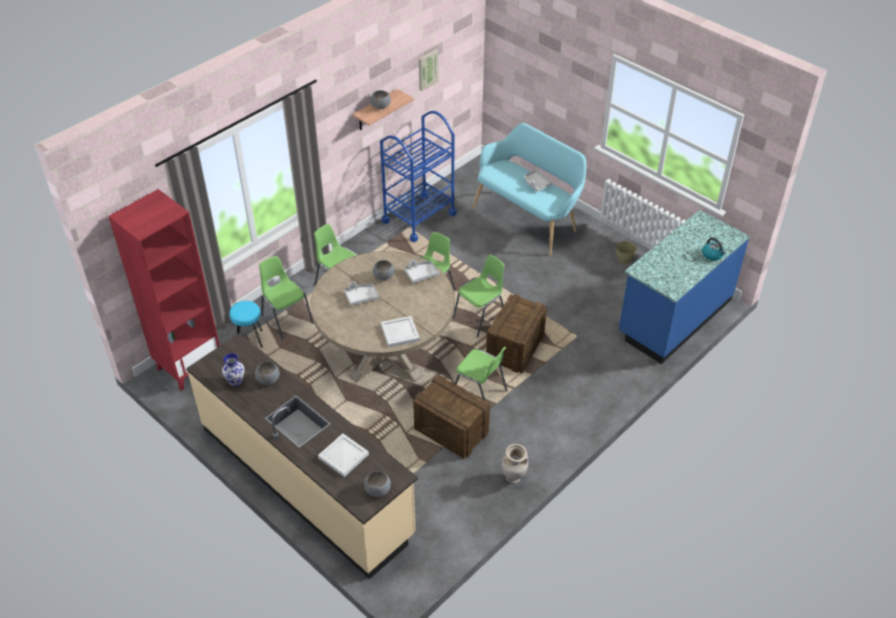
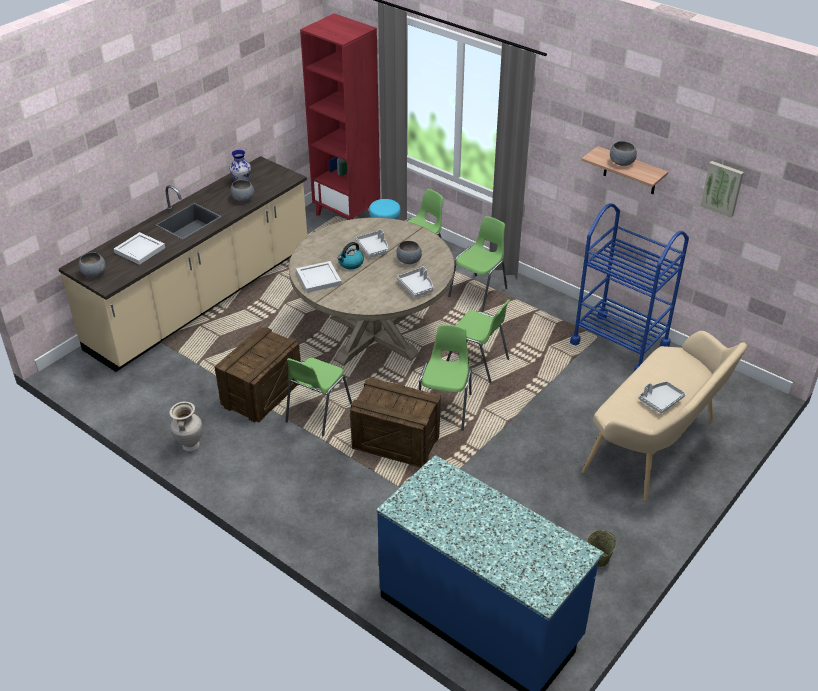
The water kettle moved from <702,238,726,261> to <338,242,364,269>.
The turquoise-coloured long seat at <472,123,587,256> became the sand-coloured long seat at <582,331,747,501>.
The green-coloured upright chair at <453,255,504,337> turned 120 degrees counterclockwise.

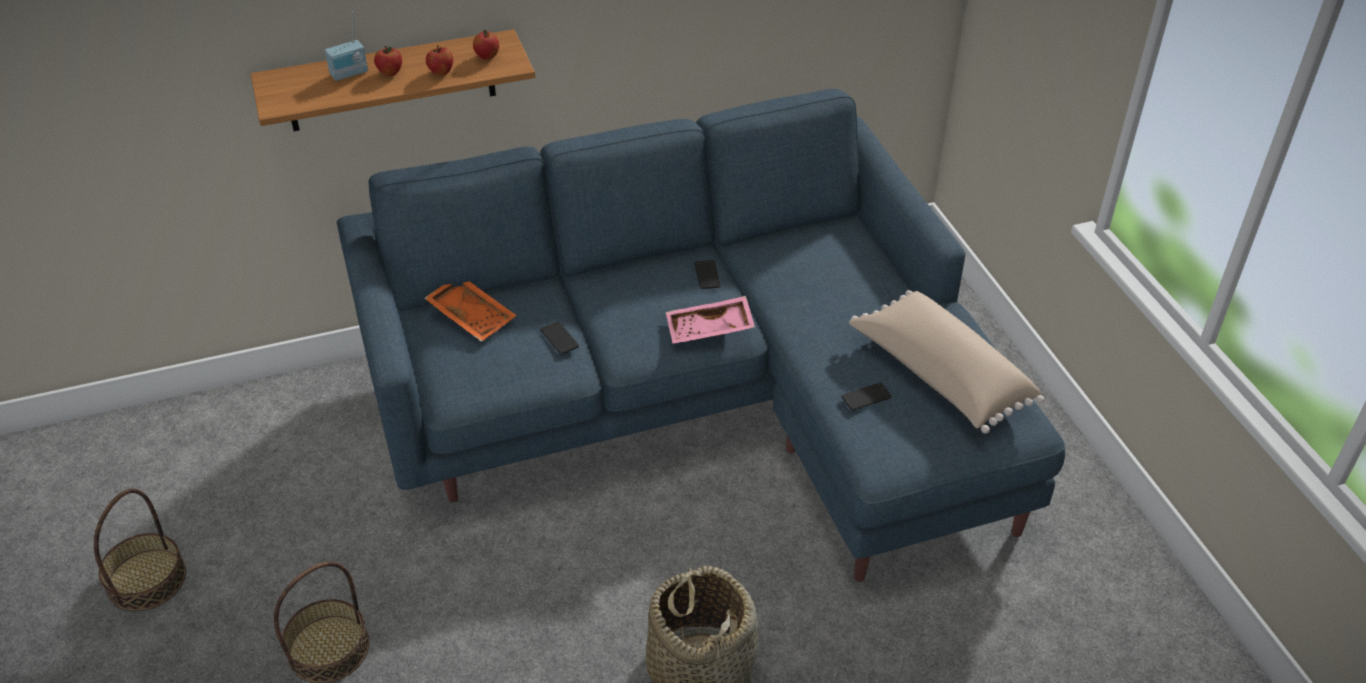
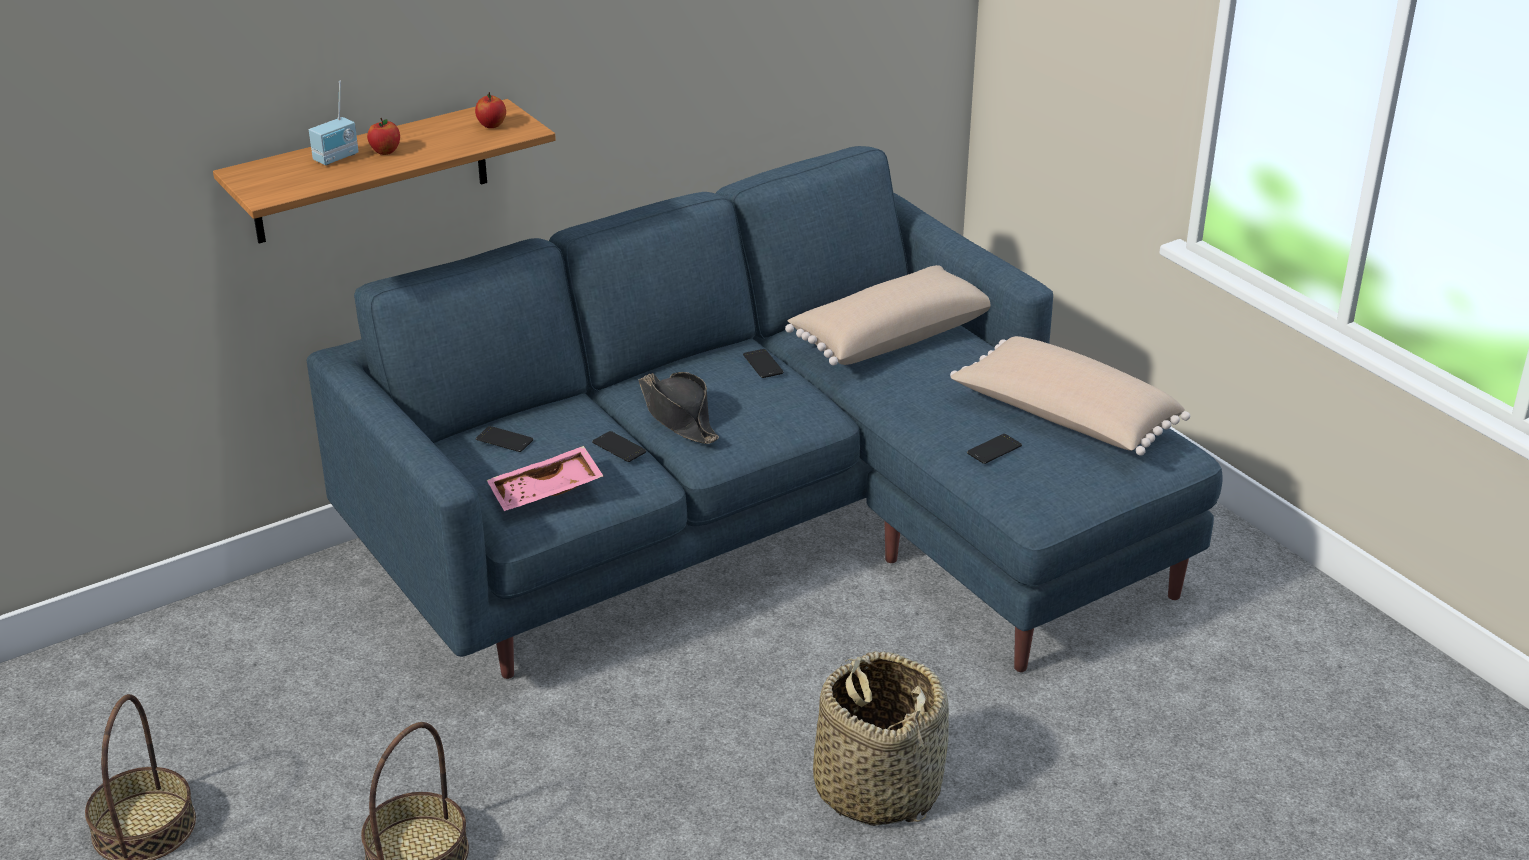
The whole apple at <426,45,453,76> disappeared.
The black-coloured wearable hat at <638,372,719,444> appeared.
The sand-coloured pillow at <785,265,991,365> appeared.
The pink-coloured carrying tray moved from <666,296,755,344> to <487,446,603,511>.
The orange carrying tray at <424,281,517,342> was replaced by the telephone at <476,426,533,452>.

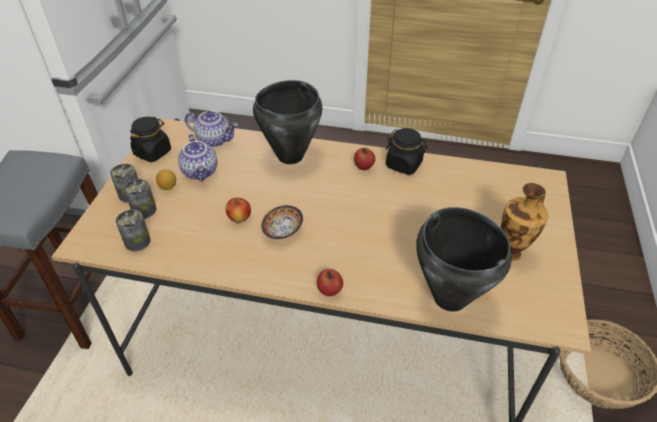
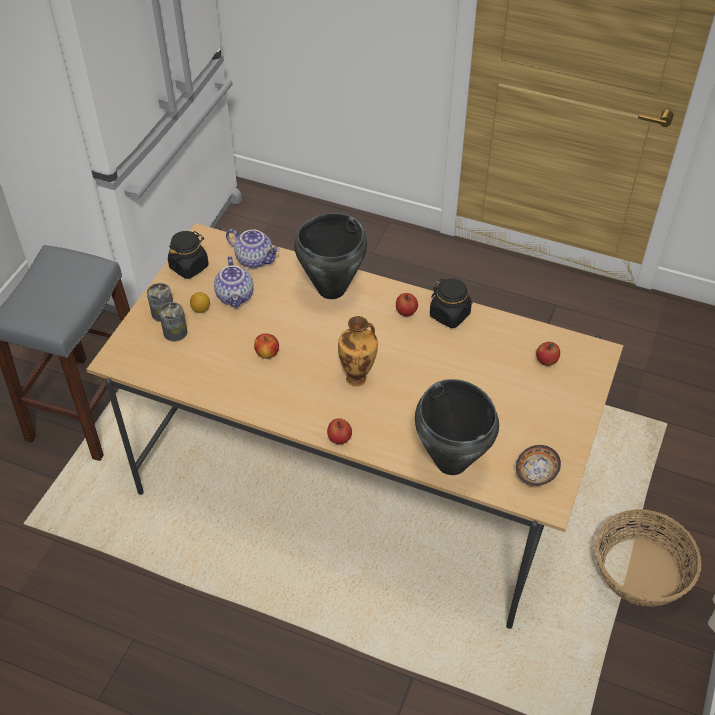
The can at <116,209,151,252> disappeared.
The whole apple at <536,342,560,366> appeared.
The serving bowl moved from <262,205,303,239> to <516,445,561,486>.
The decorative vase moved from <501,183,548,261> to <338,316,378,386>.

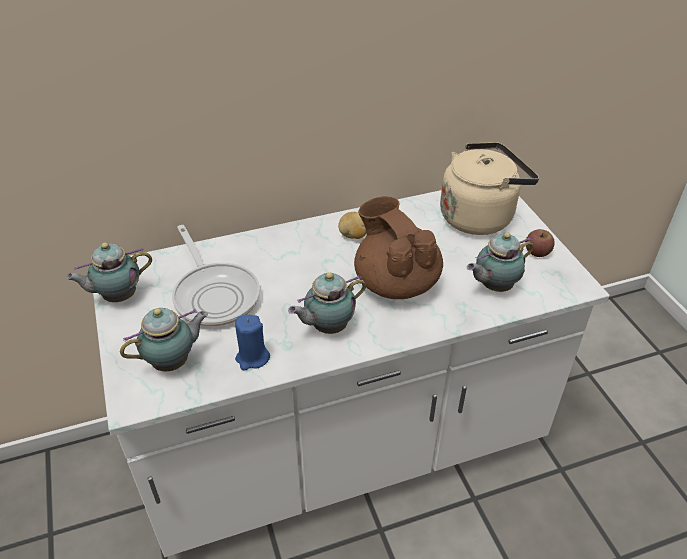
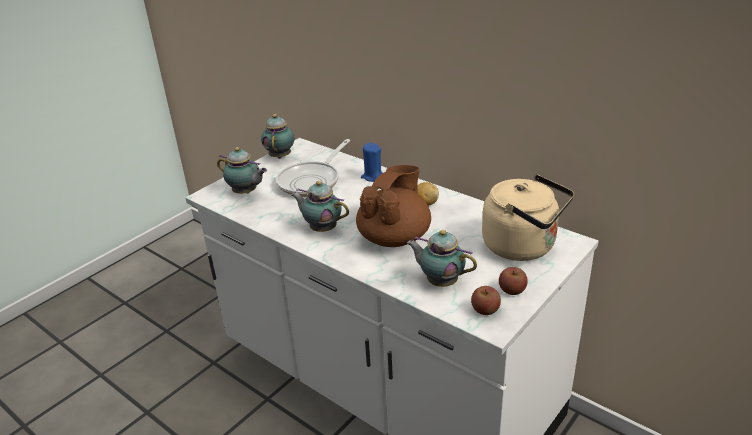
The whole apple at <471,286,501,315> appeared.
The blue wax light moved from <235,314,270,371> to <361,143,382,182>.
The tea pot at <66,243,152,302> turned 60 degrees clockwise.

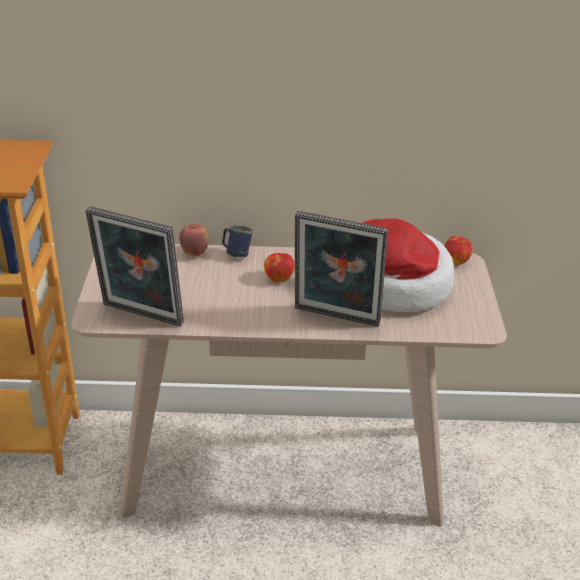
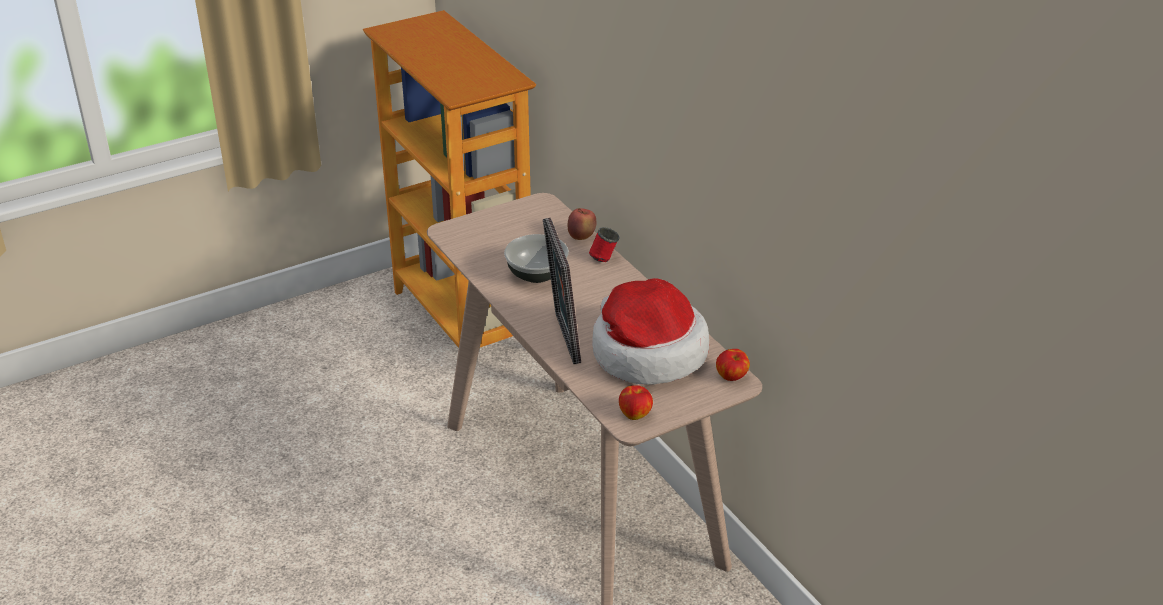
The standing frame at <85,206,184,326> disappeared.
The serving bowl at <504,234,569,283> appeared.
The whole apple moved from <264,253,295,282> to <619,385,653,420>.
The blue coffee mug at <222,225,253,258> became the red coffee mug at <589,227,619,262>.

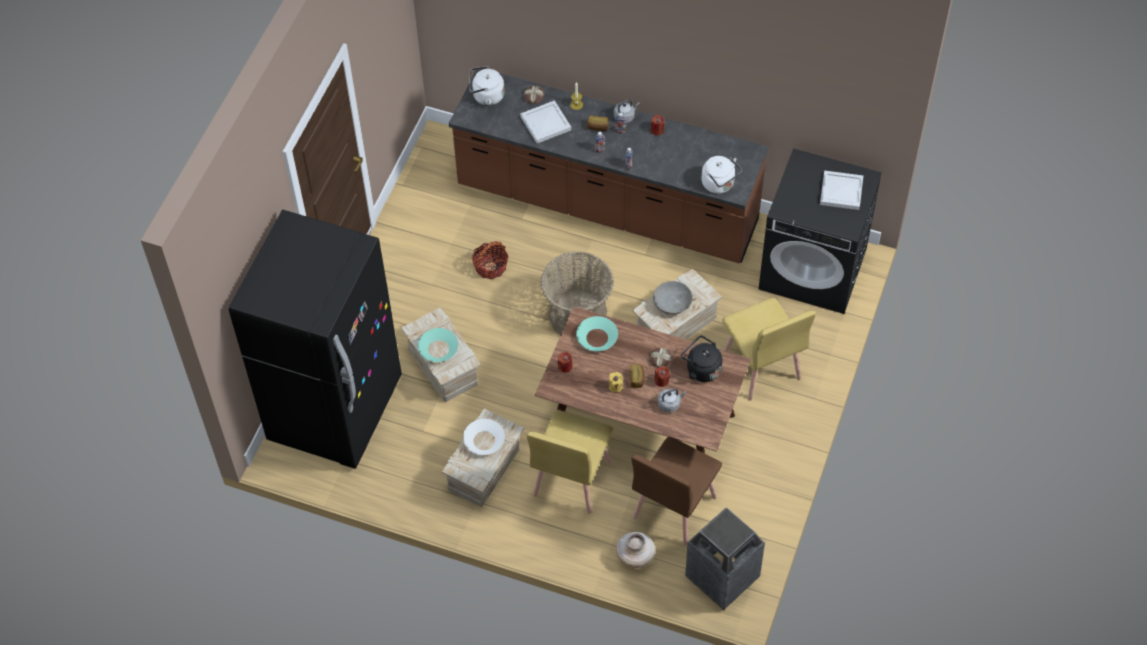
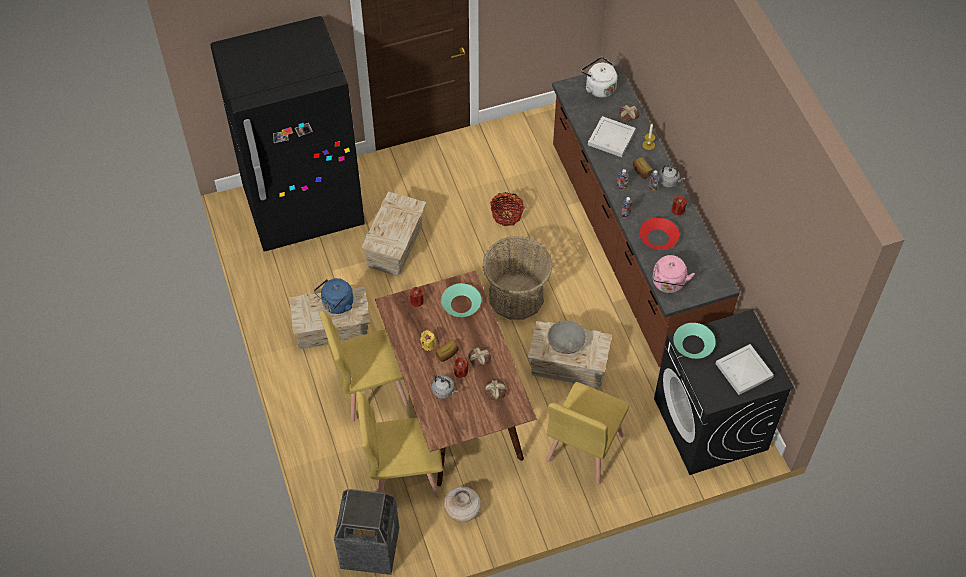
The red serving bowl at <639,217,679,250> appeared.
The turquoise-coloured serving bowl moved from <418,328,458,362> to <673,323,716,359>.
The sand-coloured decorative vase moved from <616,532,655,568> to <443,487,481,522>.
The white-coloured serving bowl at <463,419,505,455> was replaced by the blue water kettle at <314,278,353,314>.
The black-coloured water kettle at <681,335,722,382> was replaced by the baked bread at <485,380,507,400>.
The brown upright chair at <631,437,722,546> became the yellow-coloured upright chair at <356,391,443,498>.
The white-coloured water kettle at <702,156,742,194> became the pink-coloured water kettle at <652,255,695,293>.

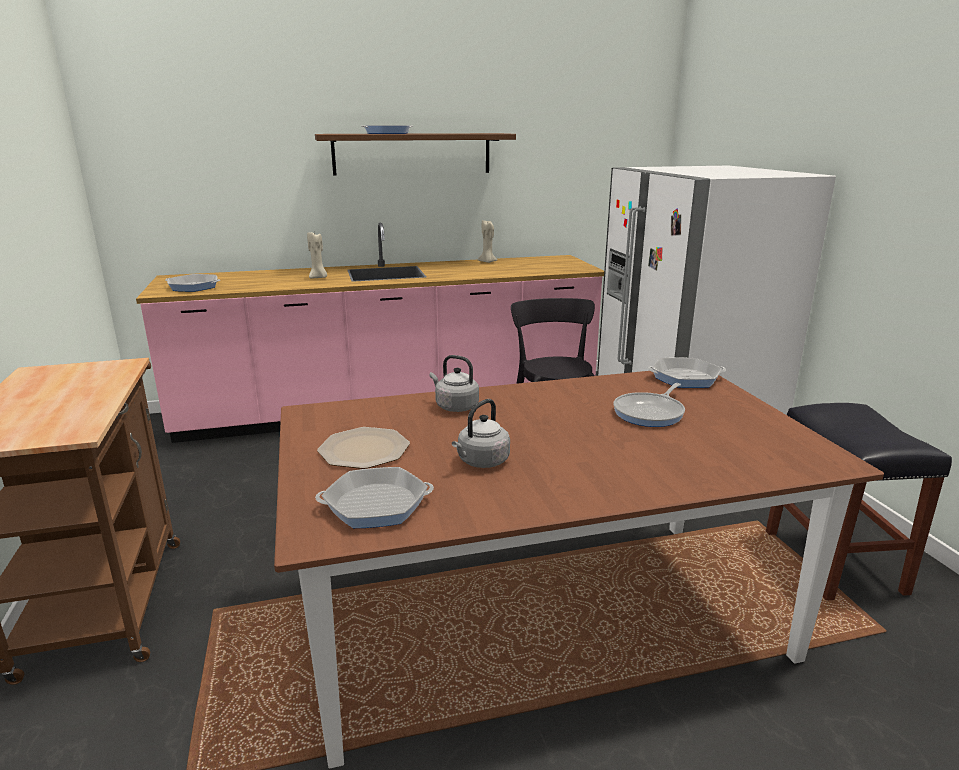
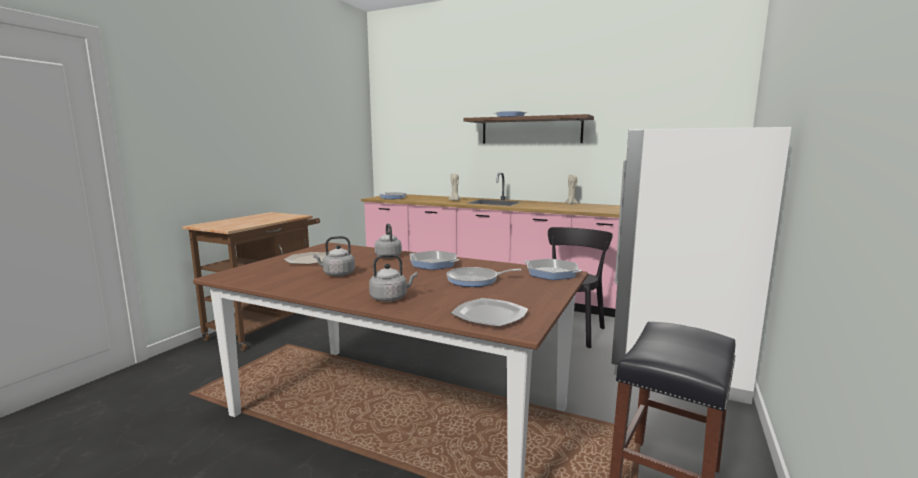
The grey water kettle at <369,254,417,301> appeared.
The dinner plate at <451,298,528,327> appeared.
The pan moved from <315,467,434,528> to <409,251,459,270>.

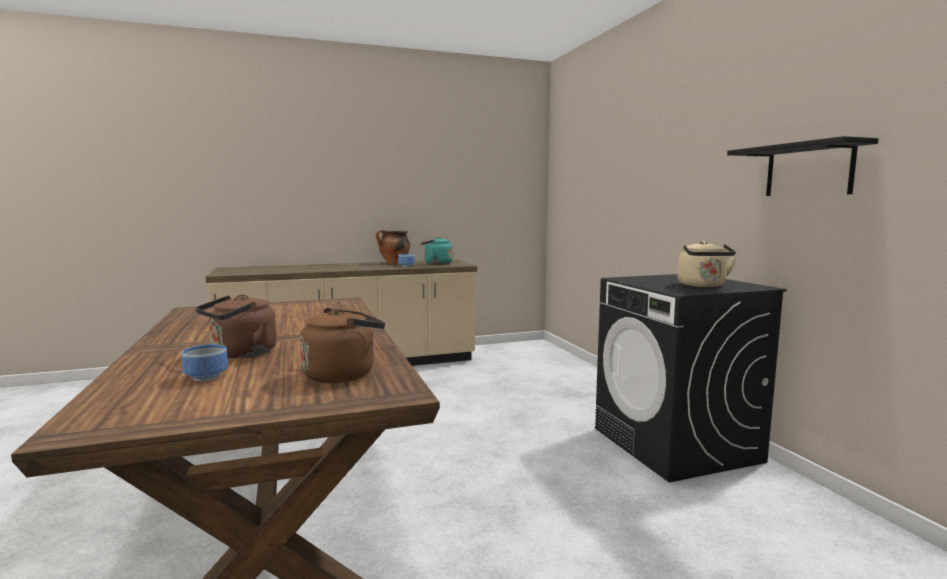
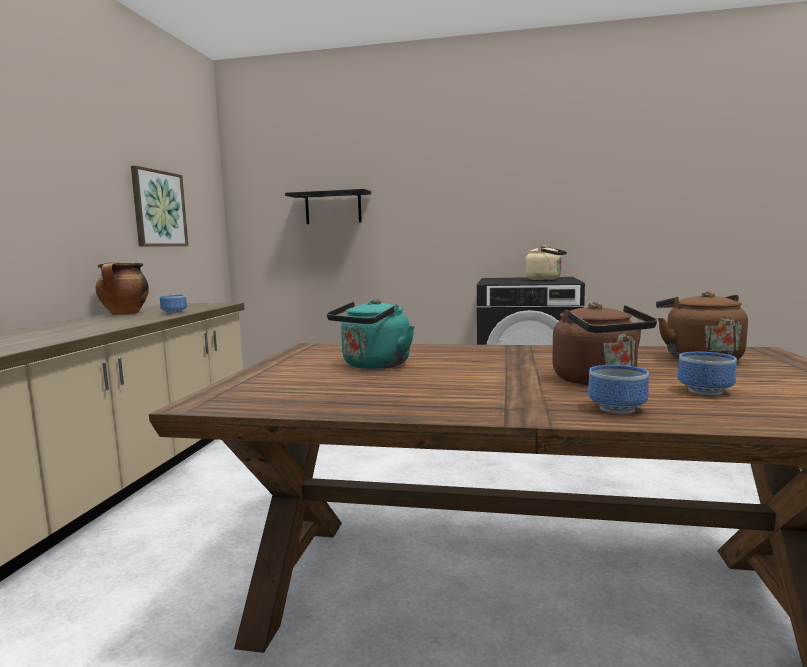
The picture at <131,166,188,247> appeared.
The serving bowl at <588,365,649,414> appeared.
The turquoise-coloured water kettle moved from <420,237,453,265> to <327,299,415,369>.
The black-coloured shelf moved from <727,136,879,196> to <285,189,371,224>.

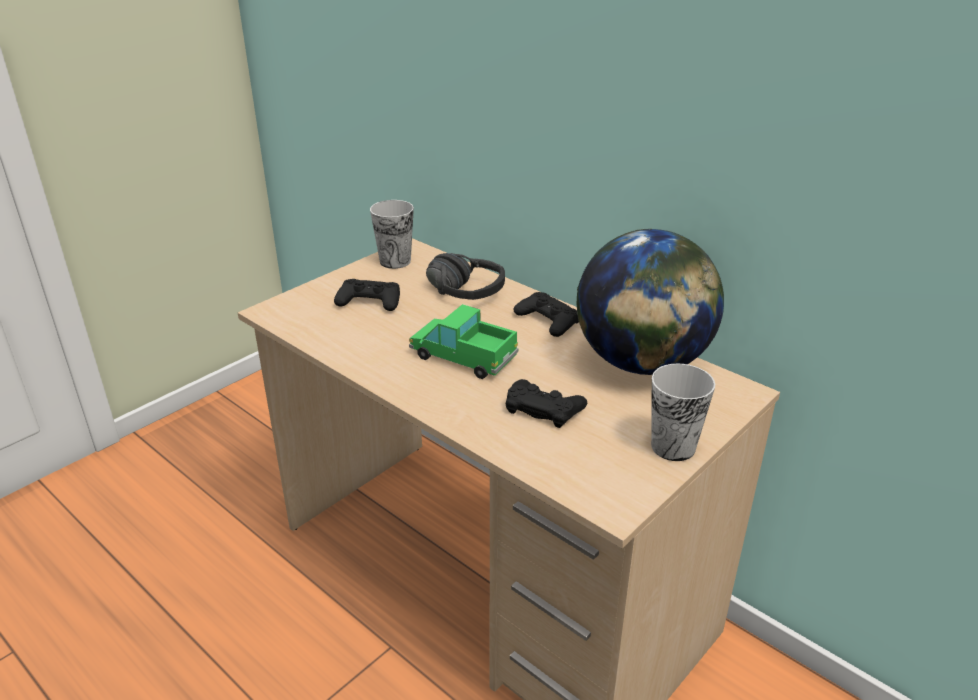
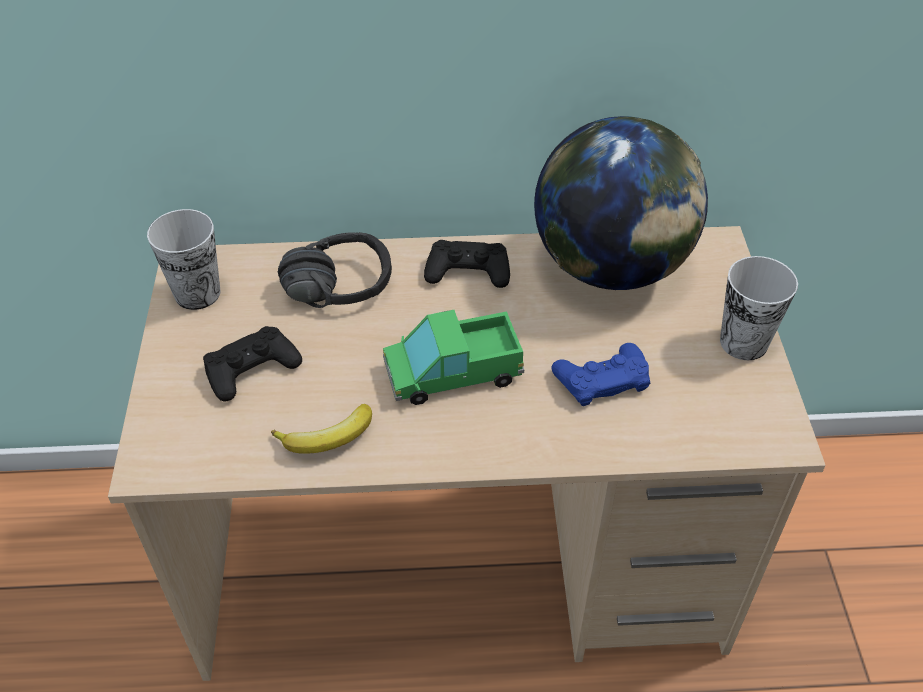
The banana at <271,404,372,454> appeared.
The black-coloured game controller at <505,379,587,428> became the blue game controller at <552,343,651,406>.

